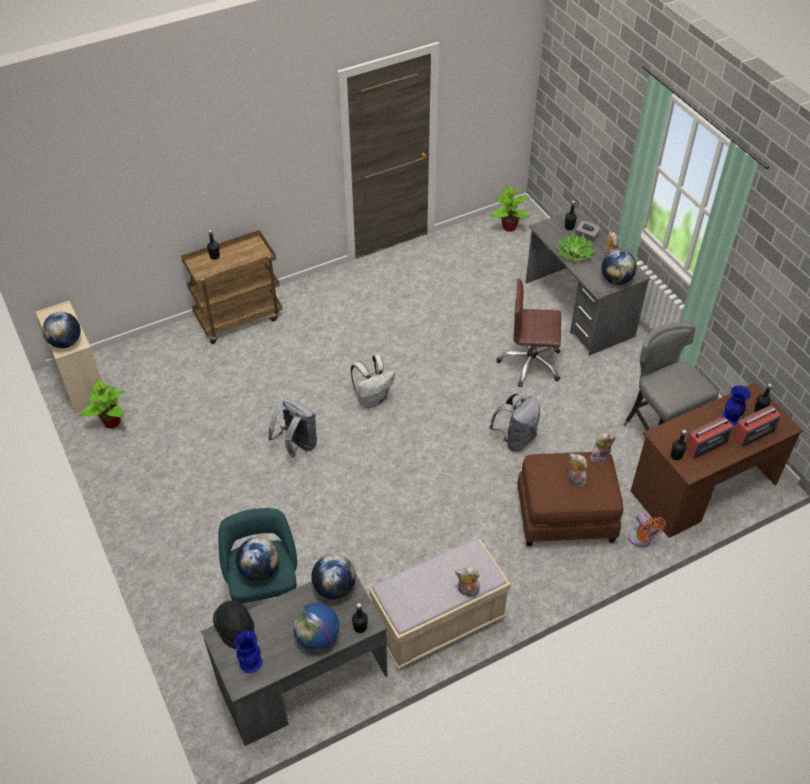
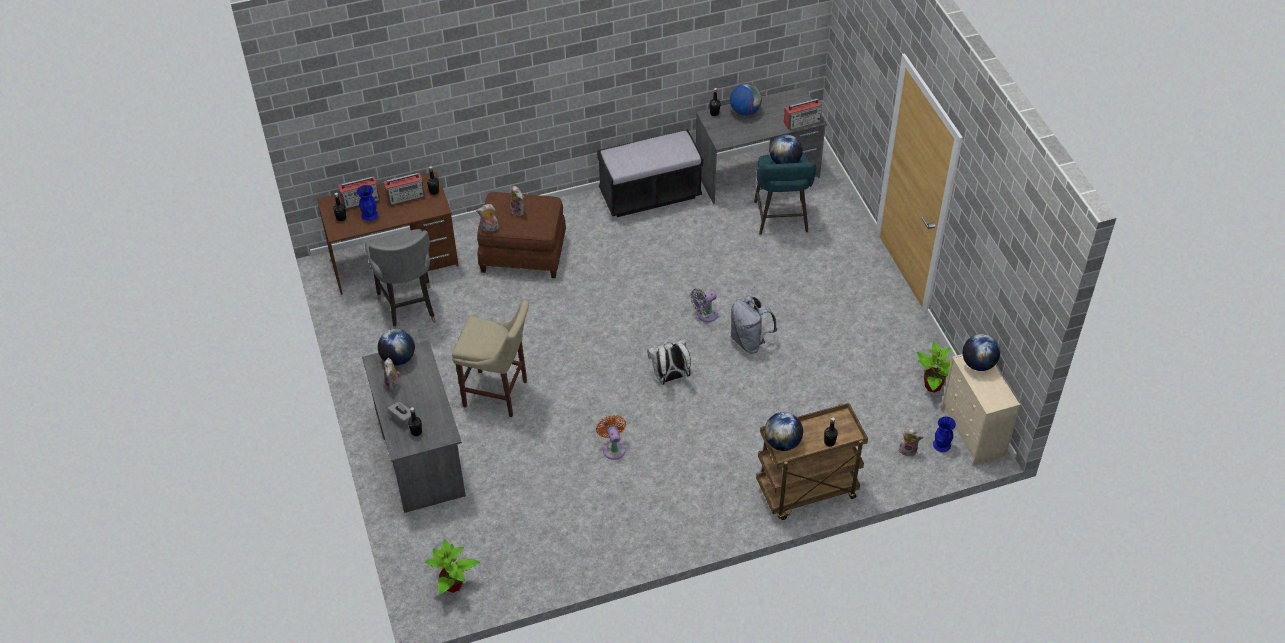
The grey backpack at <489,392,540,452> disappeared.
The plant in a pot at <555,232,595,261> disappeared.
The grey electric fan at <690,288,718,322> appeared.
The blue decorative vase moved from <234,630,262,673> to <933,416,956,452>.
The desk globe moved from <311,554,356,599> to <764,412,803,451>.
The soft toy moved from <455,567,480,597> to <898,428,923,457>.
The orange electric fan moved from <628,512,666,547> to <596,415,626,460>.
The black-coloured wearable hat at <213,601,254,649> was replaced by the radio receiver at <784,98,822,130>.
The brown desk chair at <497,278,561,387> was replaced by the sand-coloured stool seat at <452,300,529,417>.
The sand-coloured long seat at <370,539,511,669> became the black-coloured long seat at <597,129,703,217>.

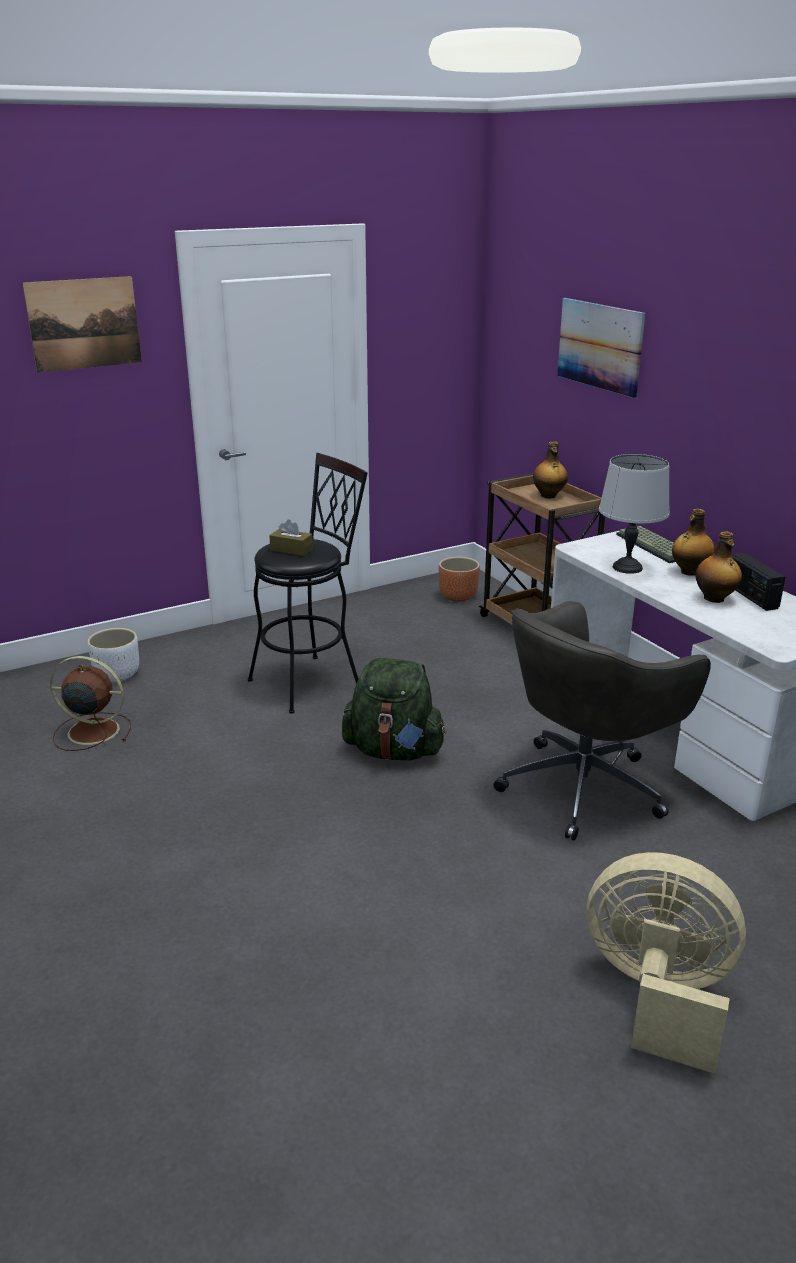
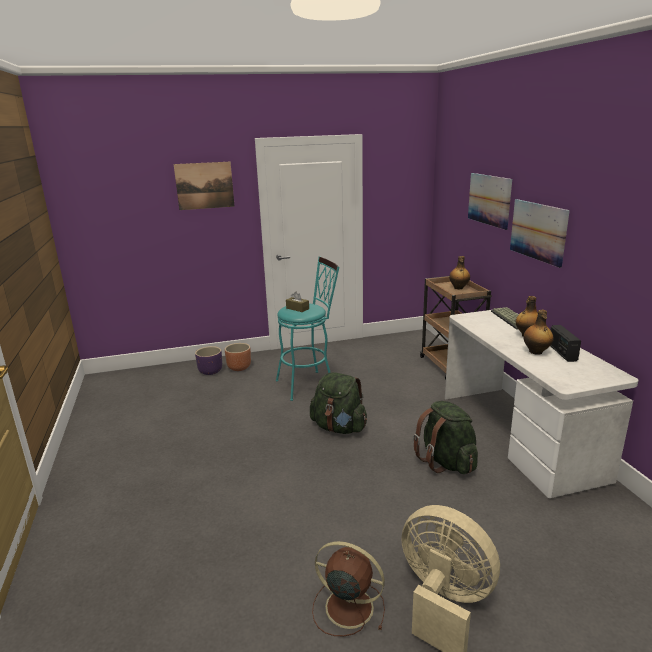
The grey table lamp at <599,454,670,574> disappeared.
The picture at <510,199,570,268> appeared.
The brown electric fan moved from <50,656,131,751> to <312,541,385,636>.
The brown plant pot moved from <439,557,480,602> to <225,343,251,371>.
The grey desk chair at <493,601,711,841> was replaced by the green-coloured backpack at <413,401,478,474>.
The white-coloured plant pot at <87,628,139,682> became the purplish plant pot at <195,346,222,375>.
The black-coloured stool seat at <248,453,368,714> became the turquoise-coloured stool seat at <276,257,339,401>.

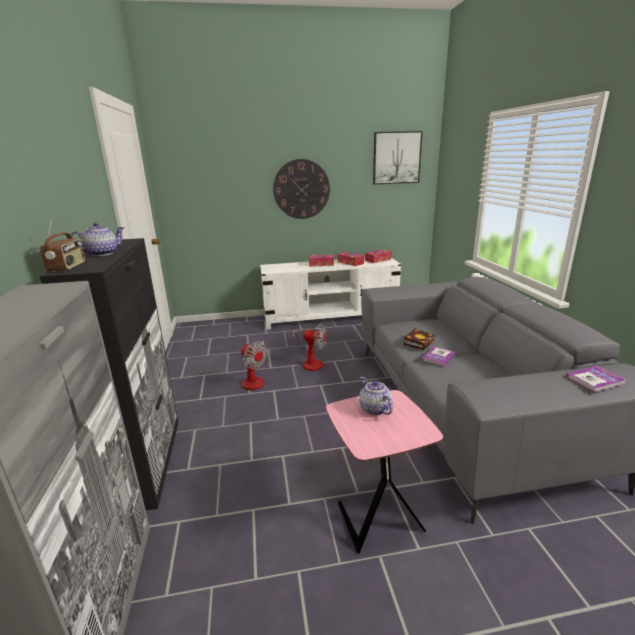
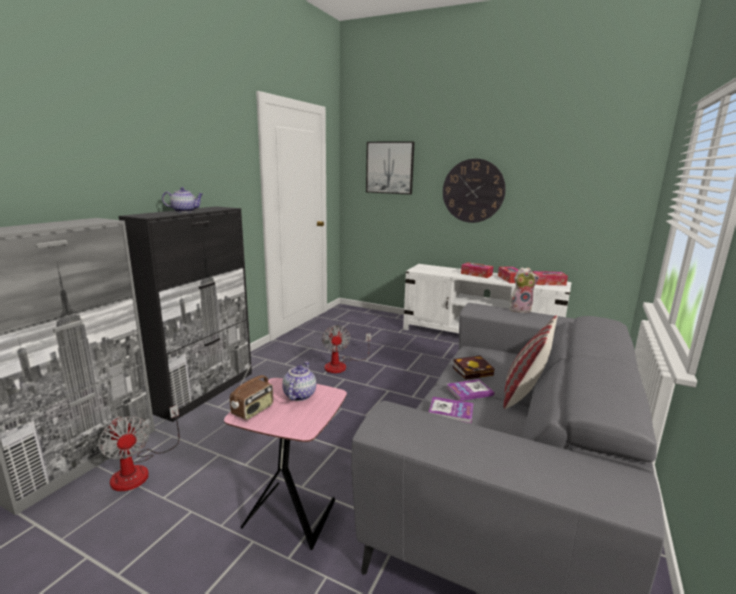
The pillow at <504,315,558,409> appeared.
The soft toy at <509,267,539,313> appeared.
The radio receiver moved from <40,219,85,272> to <230,364,273,420>.
The electric fan moved from <293,323,326,371> to <98,405,179,491>.
The picture moved from <373,131,423,185> to <366,141,415,195>.
The volume moved from <566,365,627,392> to <429,397,474,423>.

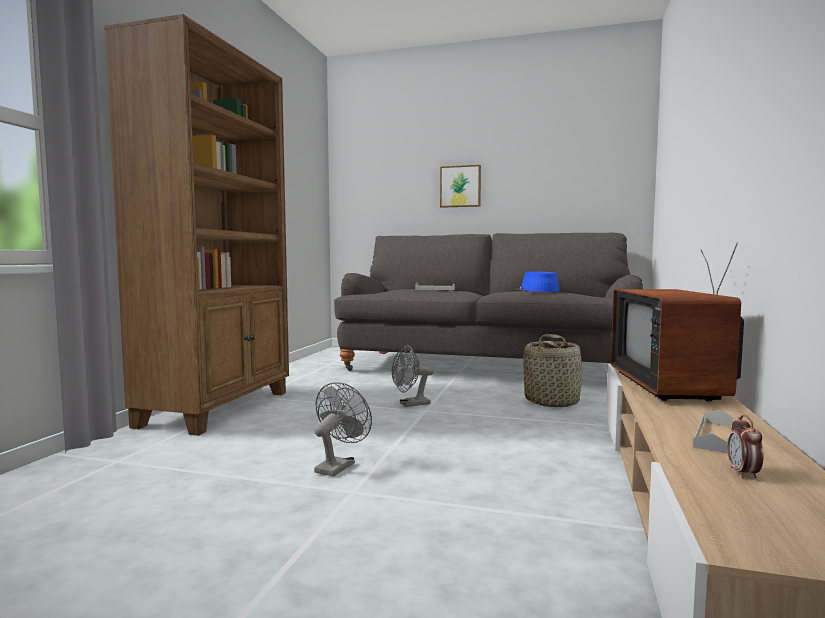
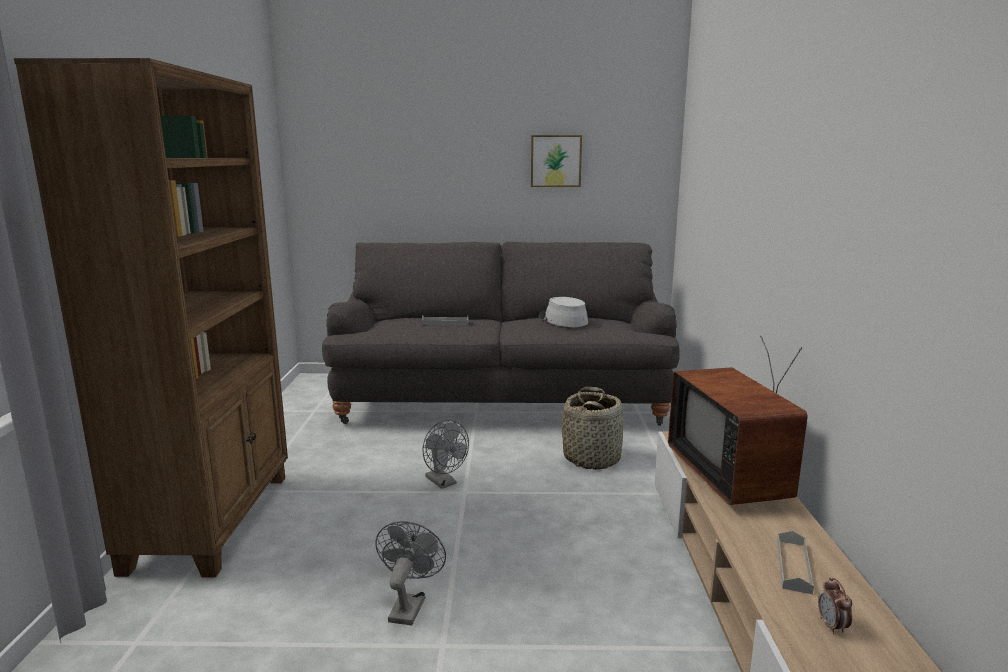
The picture moved from <440,165,481,208> to <531,135,582,187>.
The blue wearable hat at <516,271,559,292> became the grey wearable hat at <538,297,588,327>.
The grey electric fan at <392,345,434,407> turned 90 degrees counterclockwise.

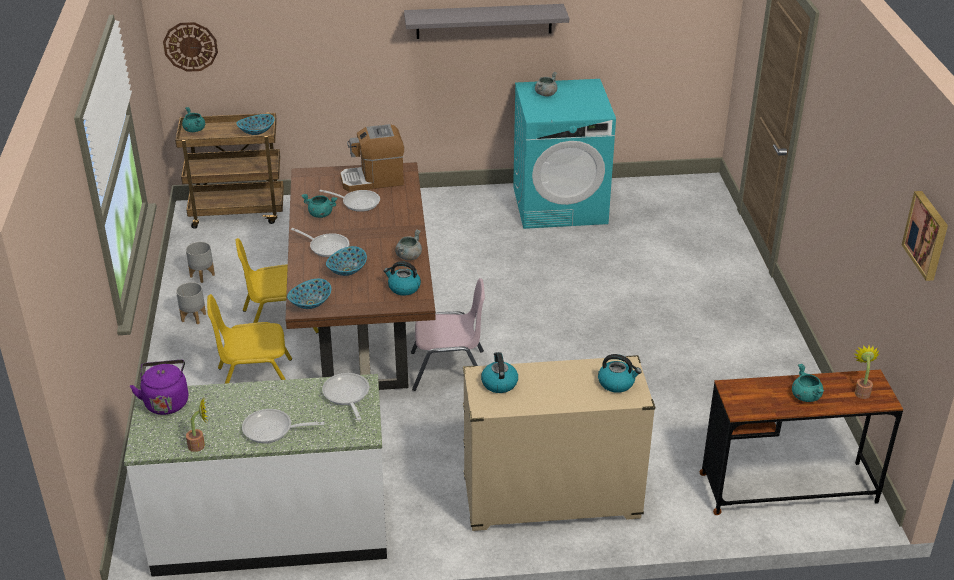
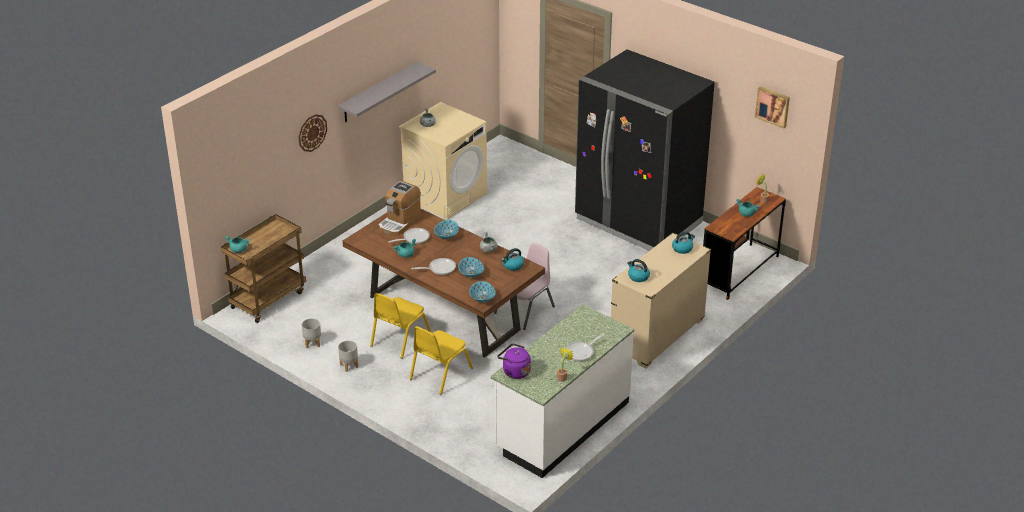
The pan at <322,373,369,421> disappeared.
The black-coloured fridge at <575,49,715,251> appeared.
The hanging clock moved from <163,22,218,72> to <298,114,327,152>.
The serving bowl moved from <236,114,275,135> to <434,220,459,239>.
The turquoise-coloured laundry machine at <513,79,616,229> became the sand-coloured laundry machine at <399,102,487,220>.

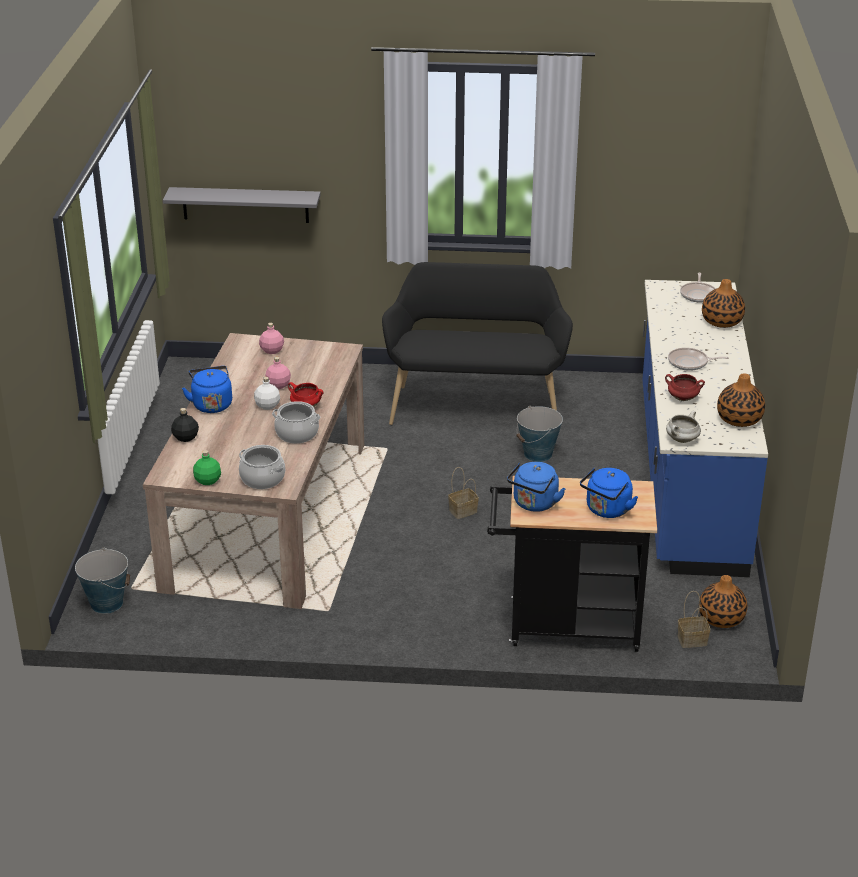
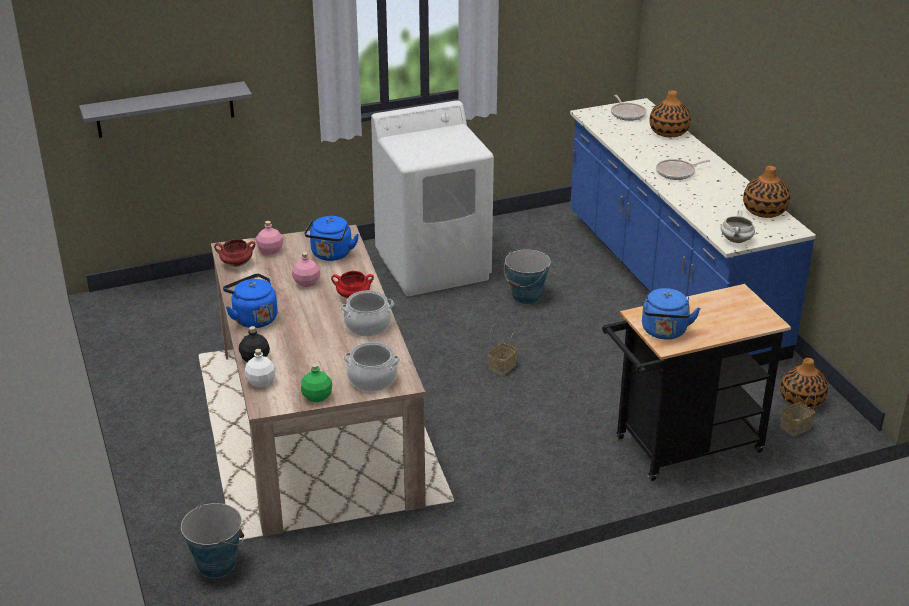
The white-coloured bottle moved from <254,377,280,410> to <245,349,276,387>.
The blue water kettle moved from <580,468,638,518> to <304,216,359,261>.
The red cooking pot moved from <665,374,705,401> to <214,239,255,267>.
The black-coloured long seat at <382,262,573,425> was replaced by the white-coloured laundry machine at <371,100,494,296>.

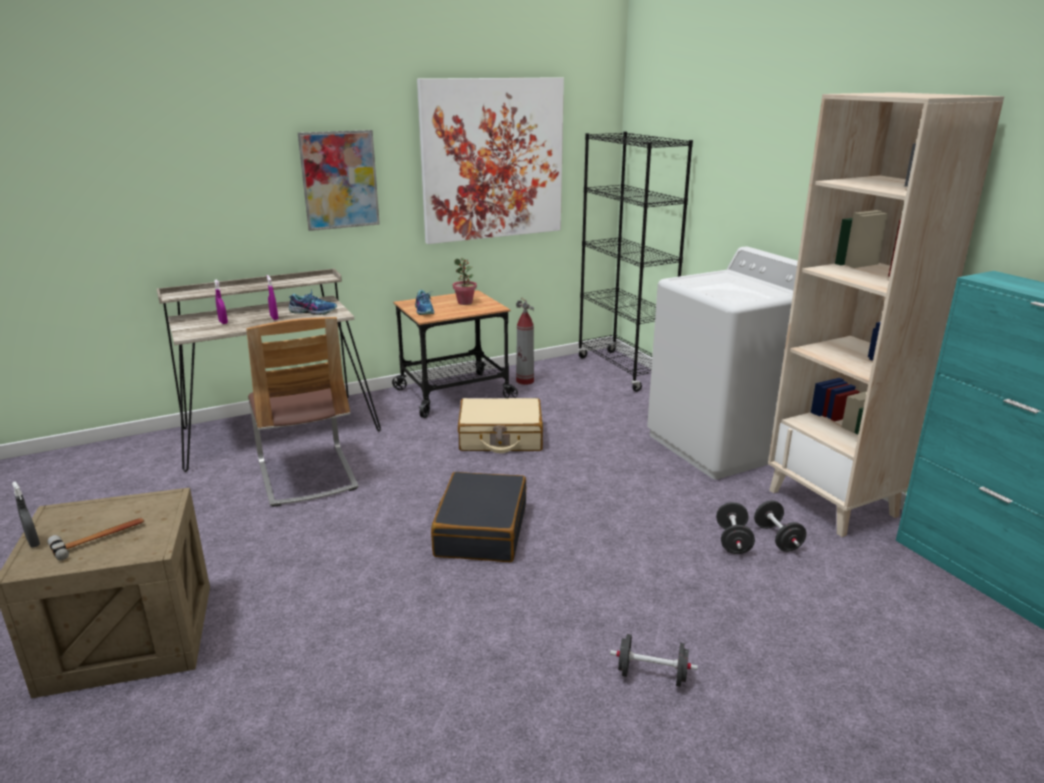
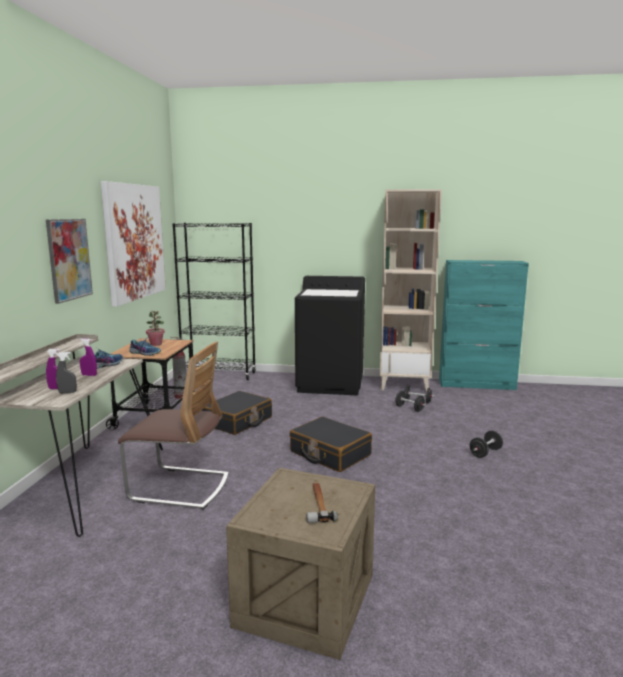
The grey hand sprayer moved from <12,481,40,548> to <56,352,77,393>.
The sand-coloured travel case at <458,398,543,453> became the black-coloured travel case at <201,391,272,435>.
The white-coloured laundry machine at <647,246,798,480> became the black-coloured laundry machine at <295,276,365,395>.

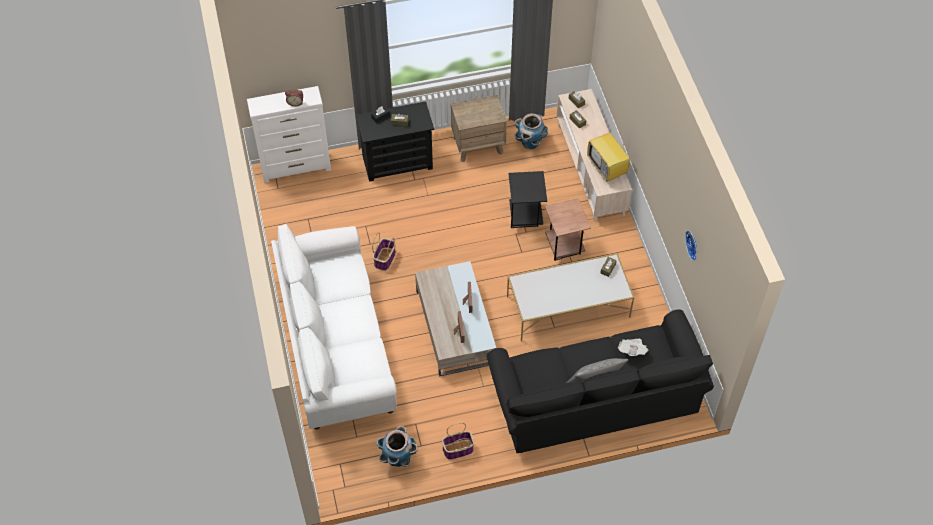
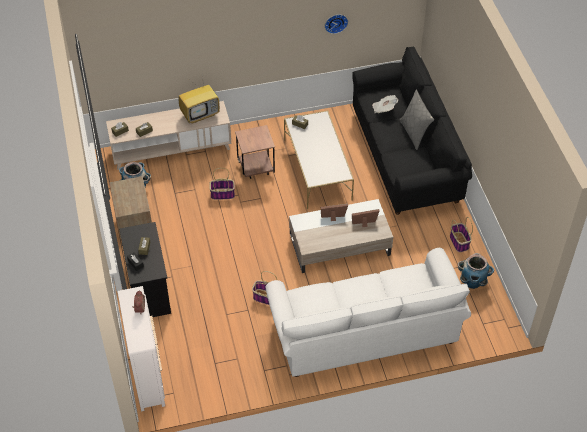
The black-coloured accent table at <508,171,547,228> was replaced by the basket at <209,168,235,200>.

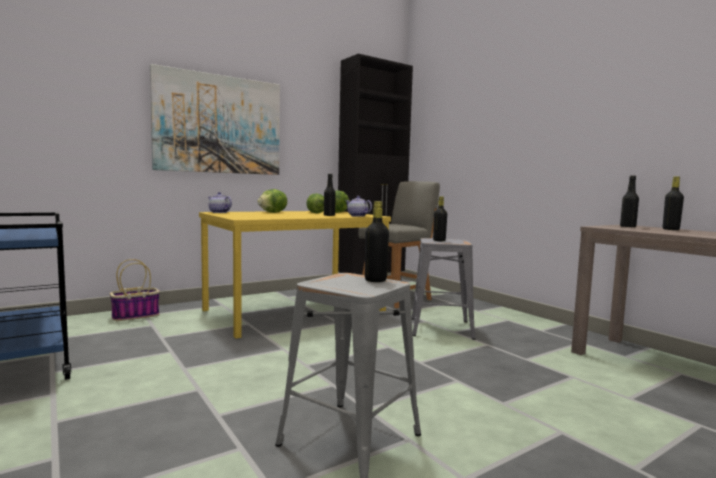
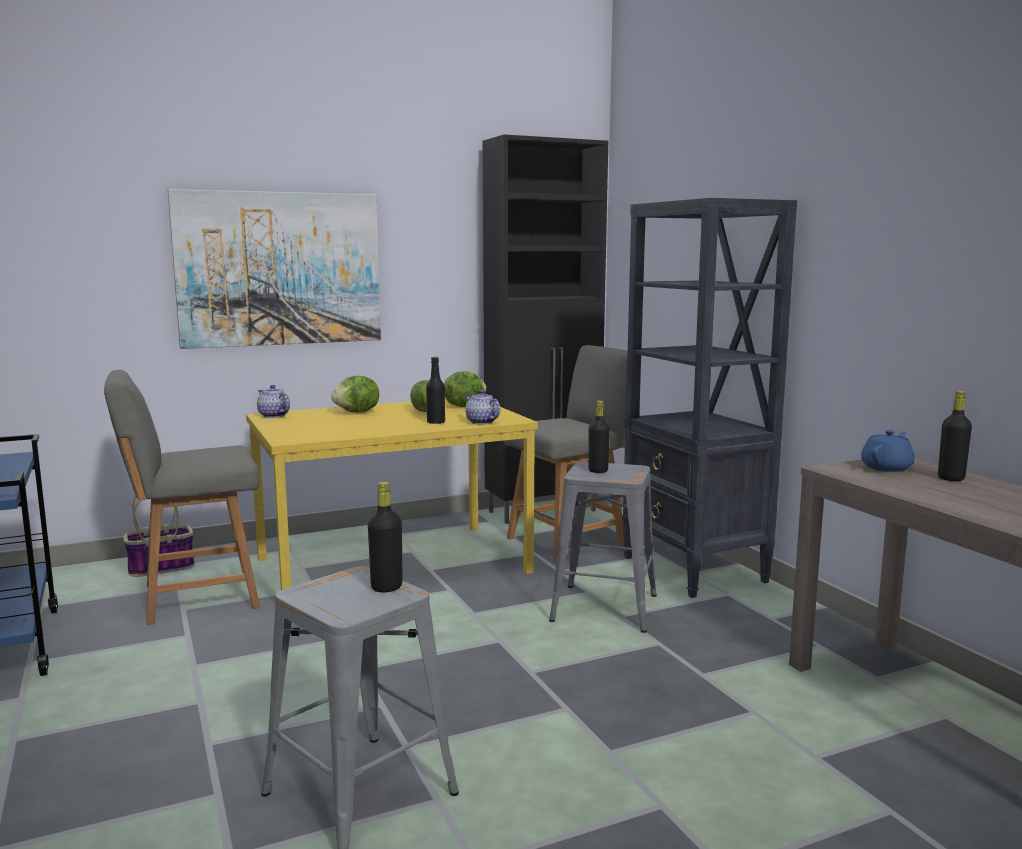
The grey upright chair at <104,370,260,625> appeared.
The black-coloured shelving unit at <622,198,797,598> appeared.
The black-coloured bottle at <620,175,639,227> was replaced by the blue tea pot at <861,430,915,472>.

